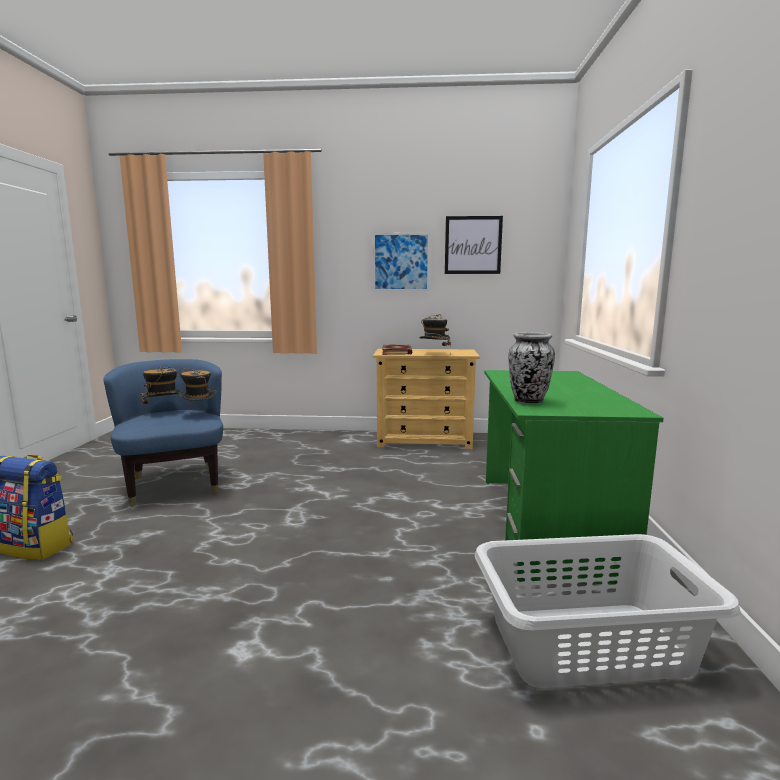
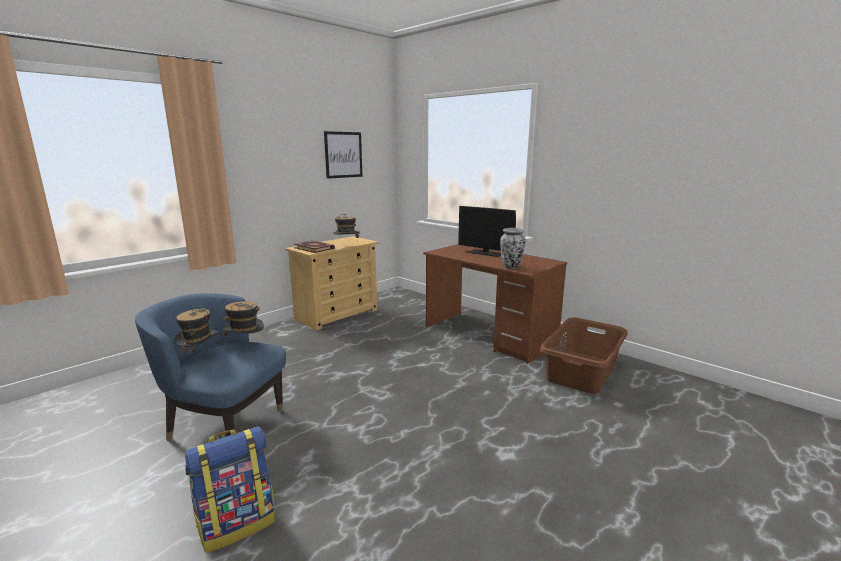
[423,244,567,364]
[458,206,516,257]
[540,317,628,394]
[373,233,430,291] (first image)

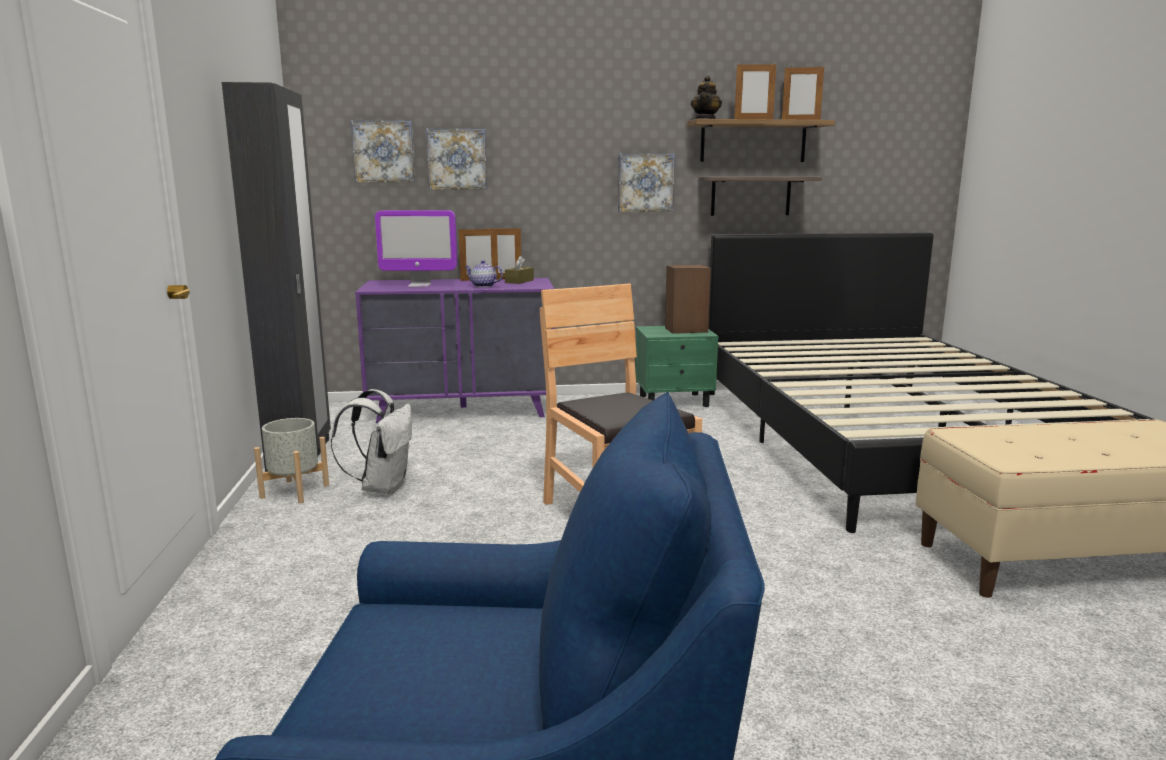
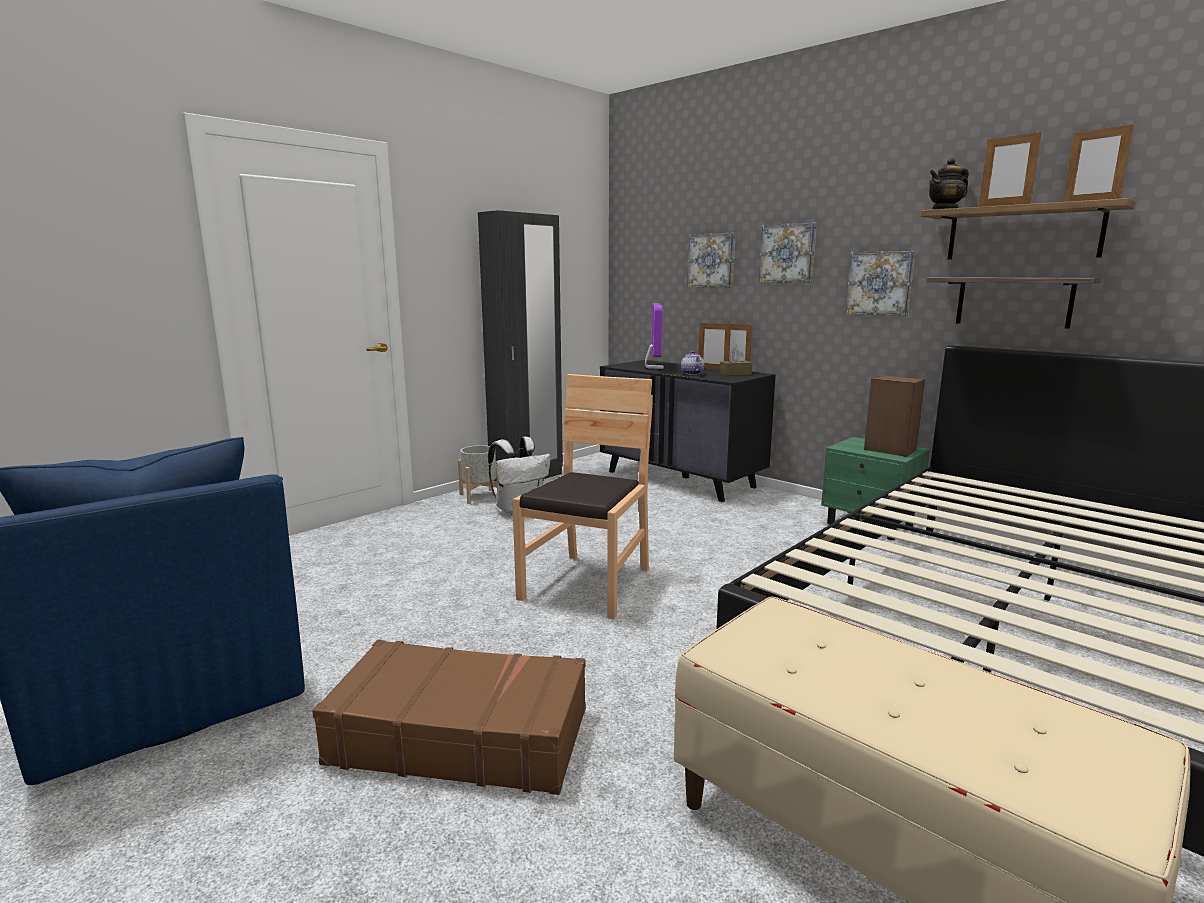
[312,640,586,795]
[600,360,776,502]
[645,303,664,369]
[759,222,817,283]

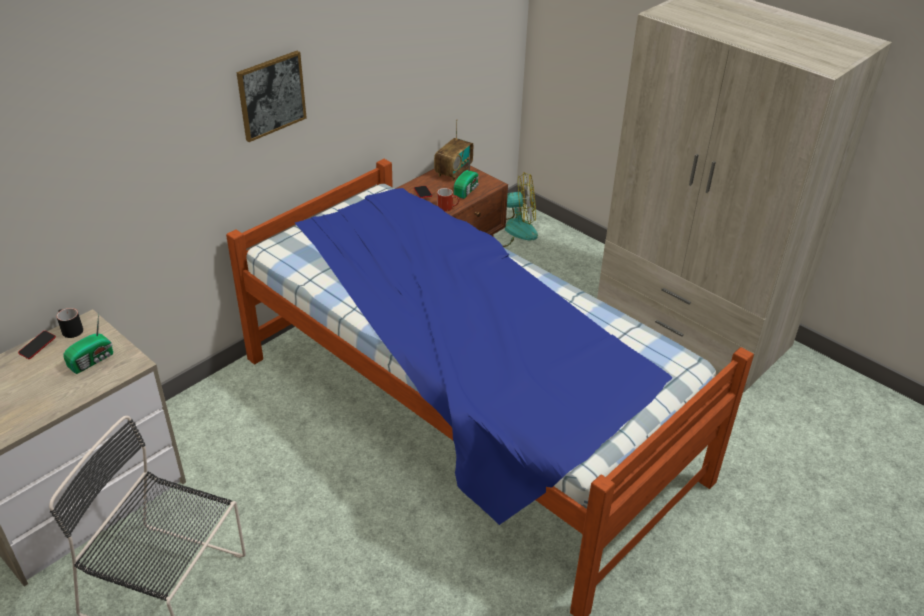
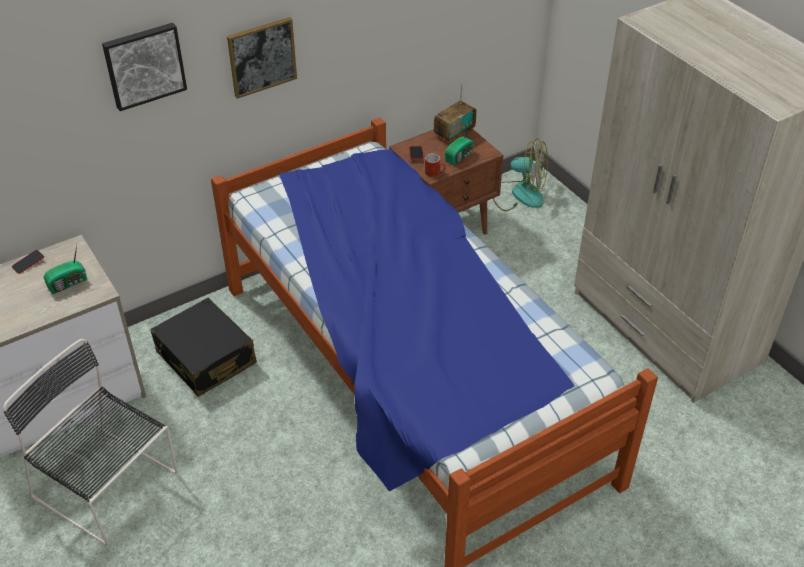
[102,23,187,111]
[150,298,257,397]
[57,308,83,338] (first image)

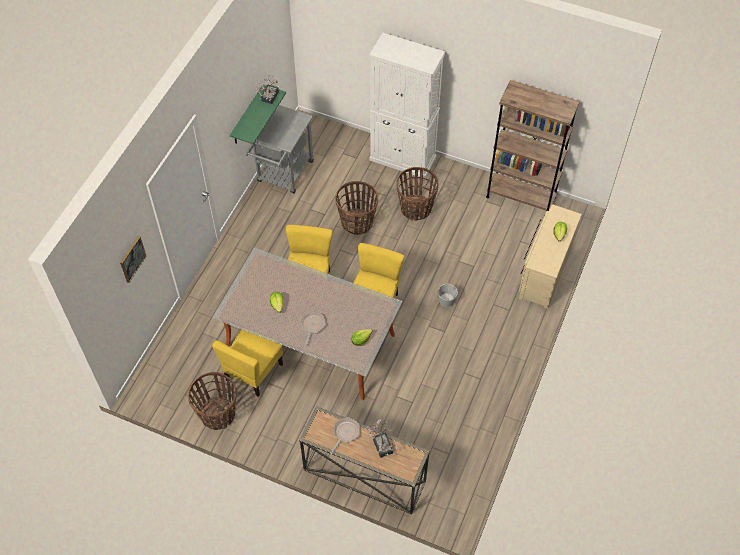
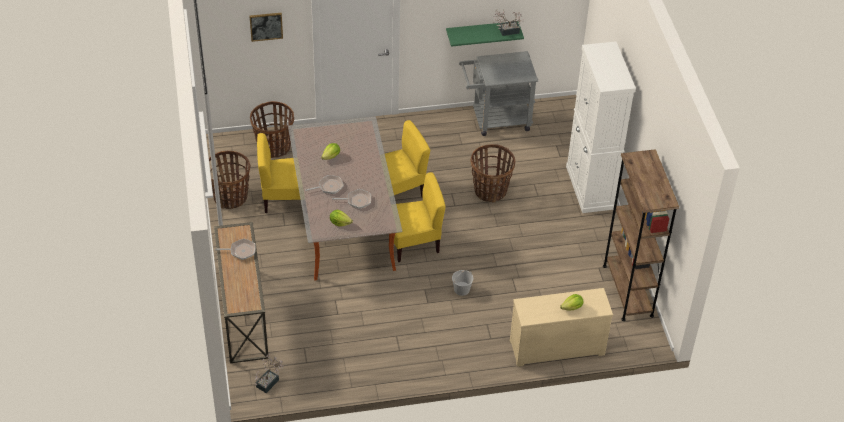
[250,101,294,158]
[255,354,284,393]
[332,189,371,209]

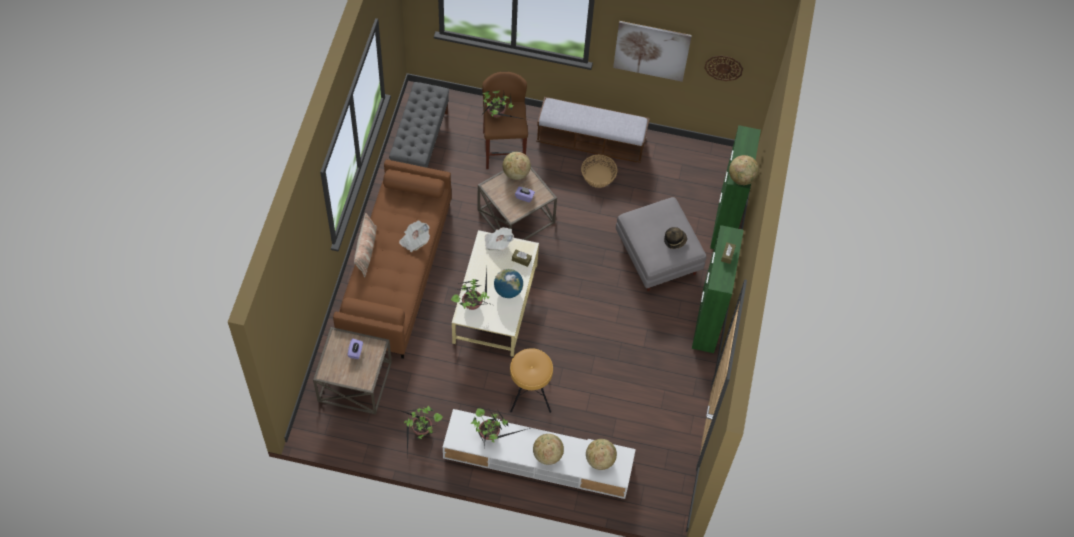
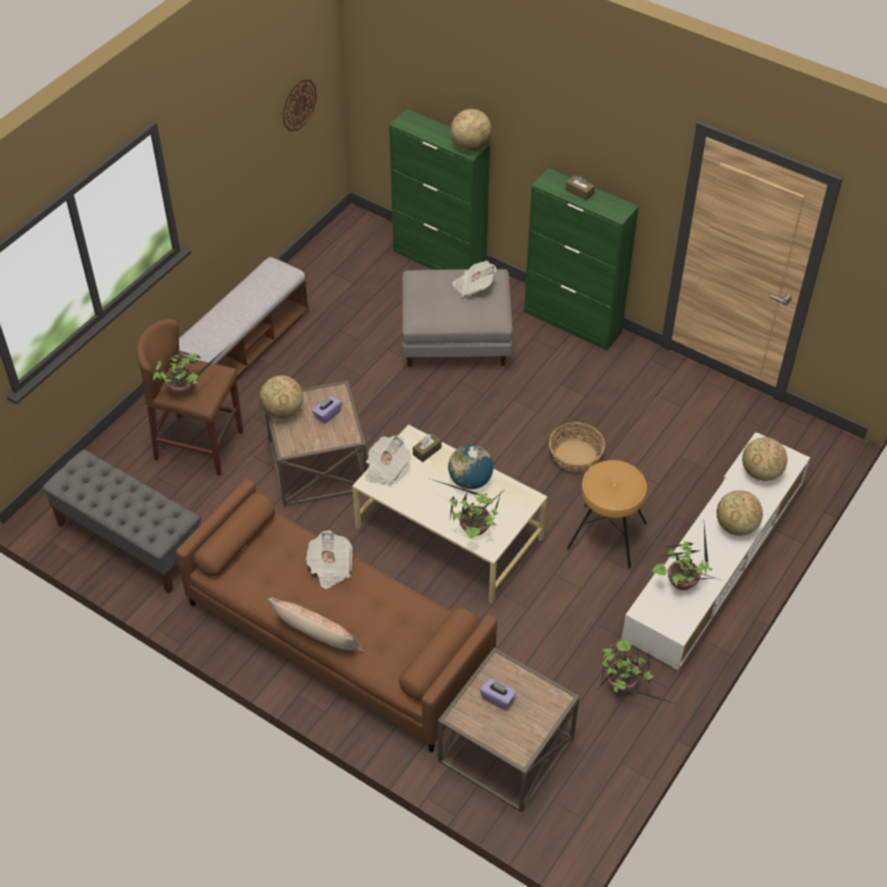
[452,261,497,297]
[549,422,605,472]
[613,21,692,82] (first image)

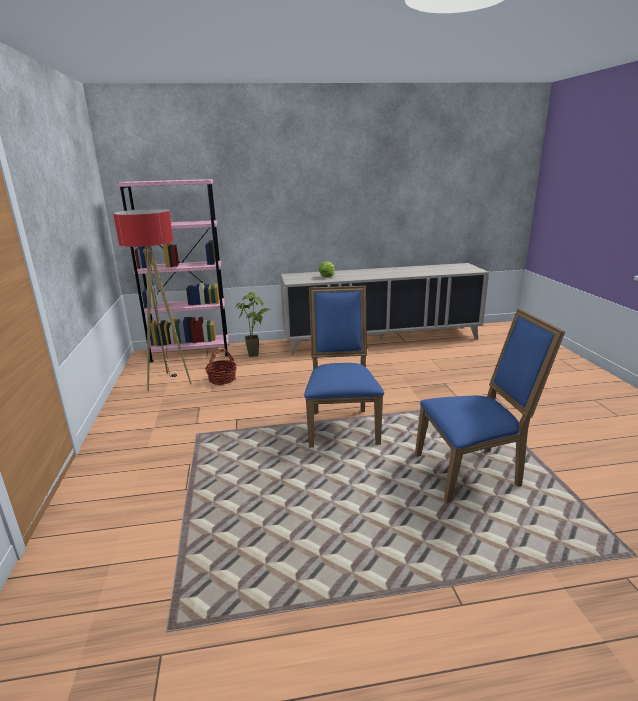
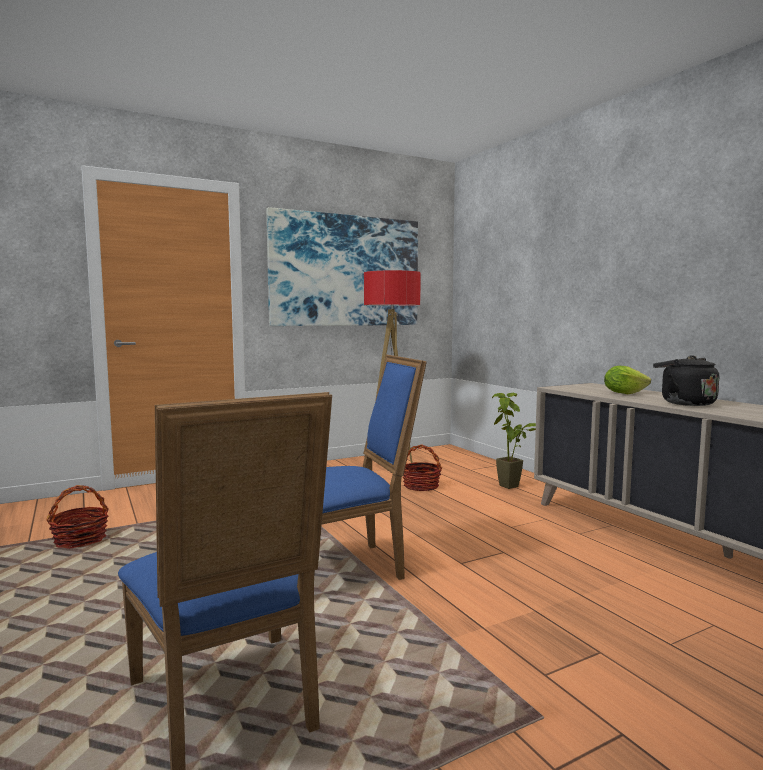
[46,485,109,549]
[266,207,418,326]
[653,355,719,406]
[117,179,229,362] (first image)

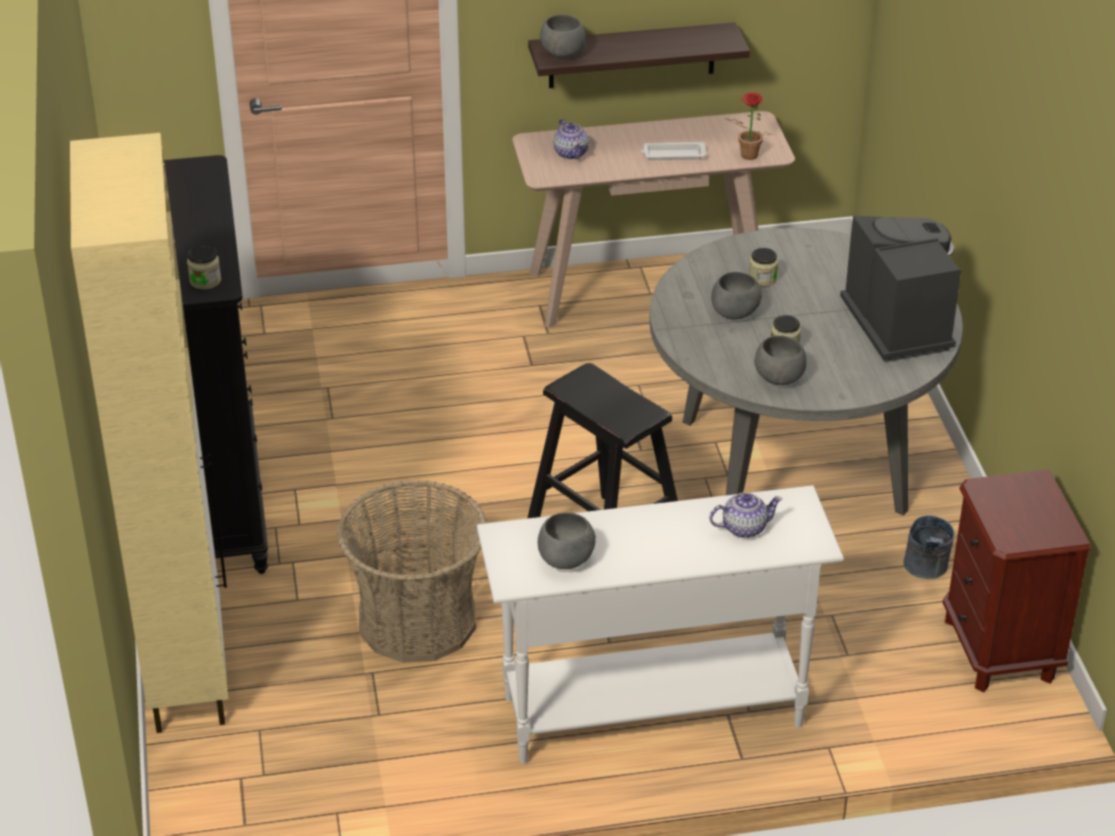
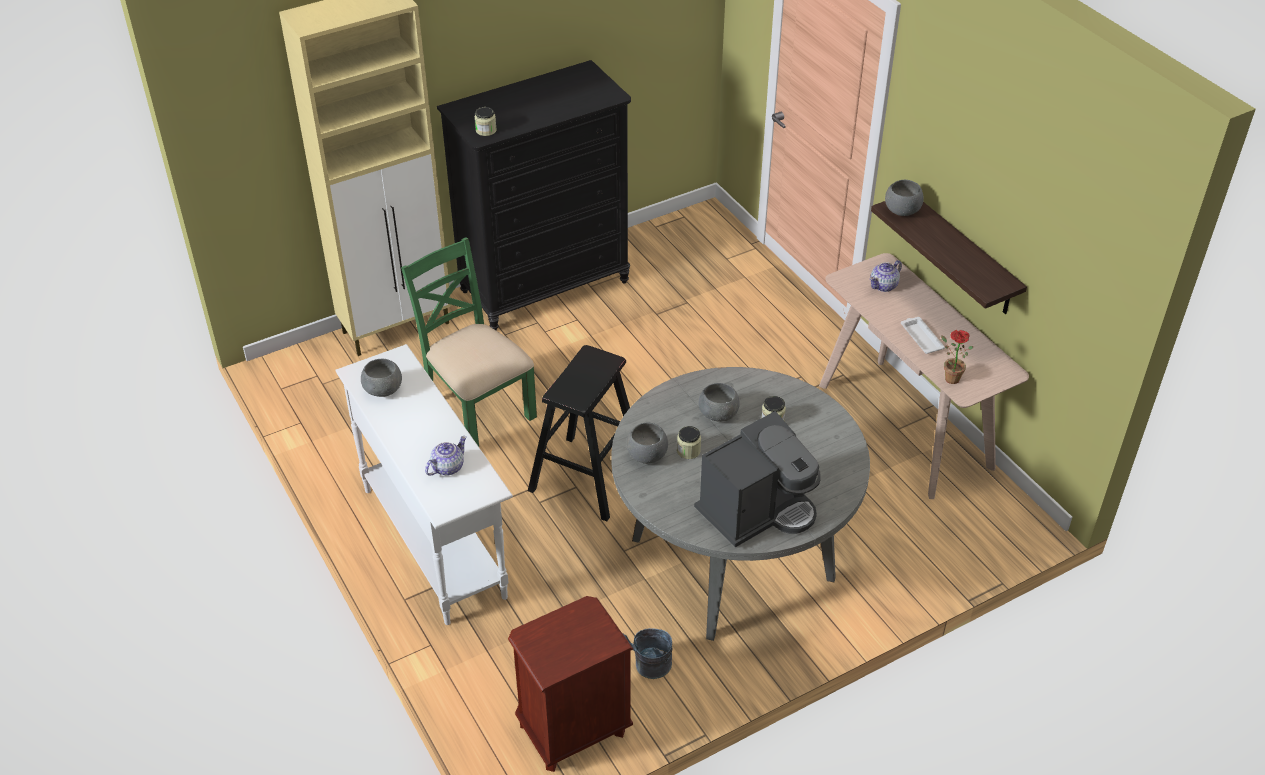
[401,237,537,447]
[425,436,467,476]

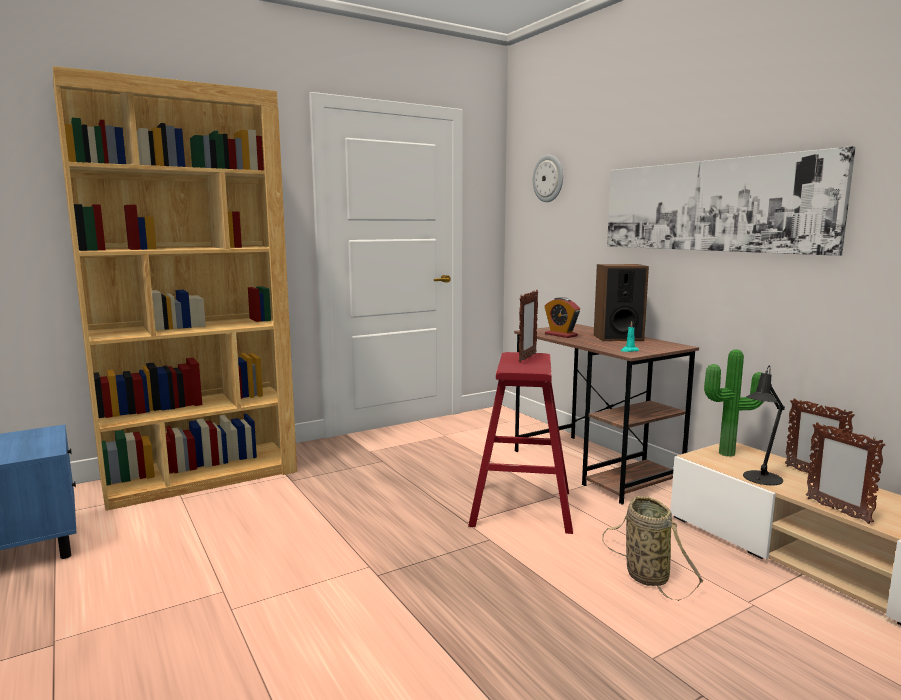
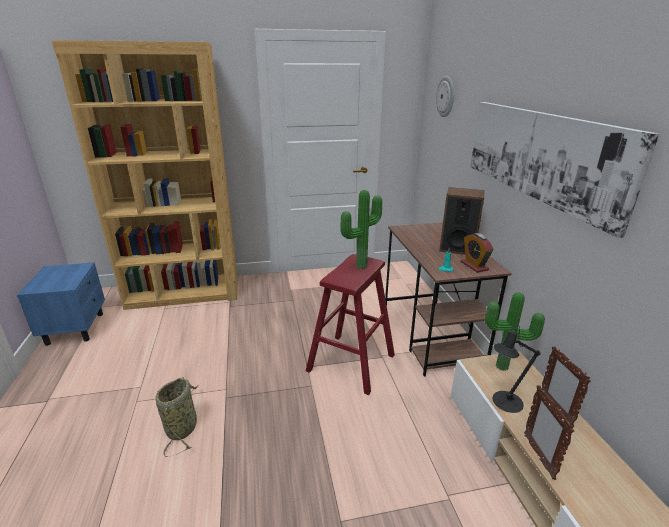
[156,377,199,457]
[340,190,382,269]
[461,233,493,273]

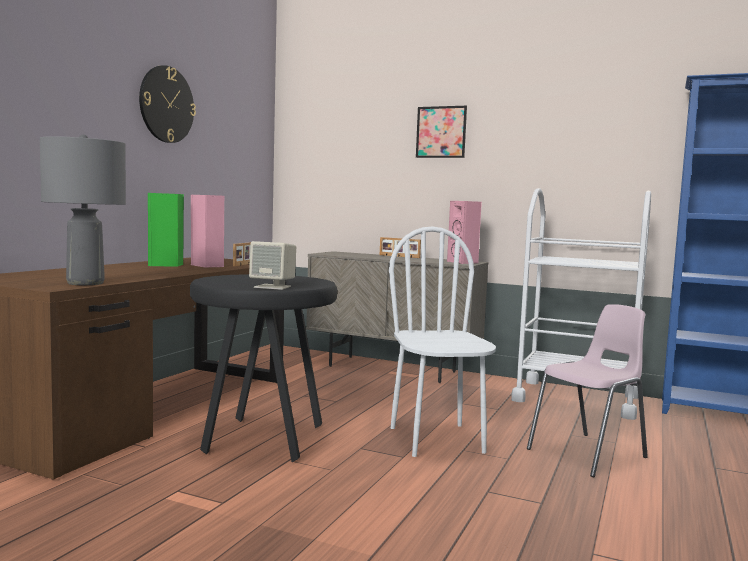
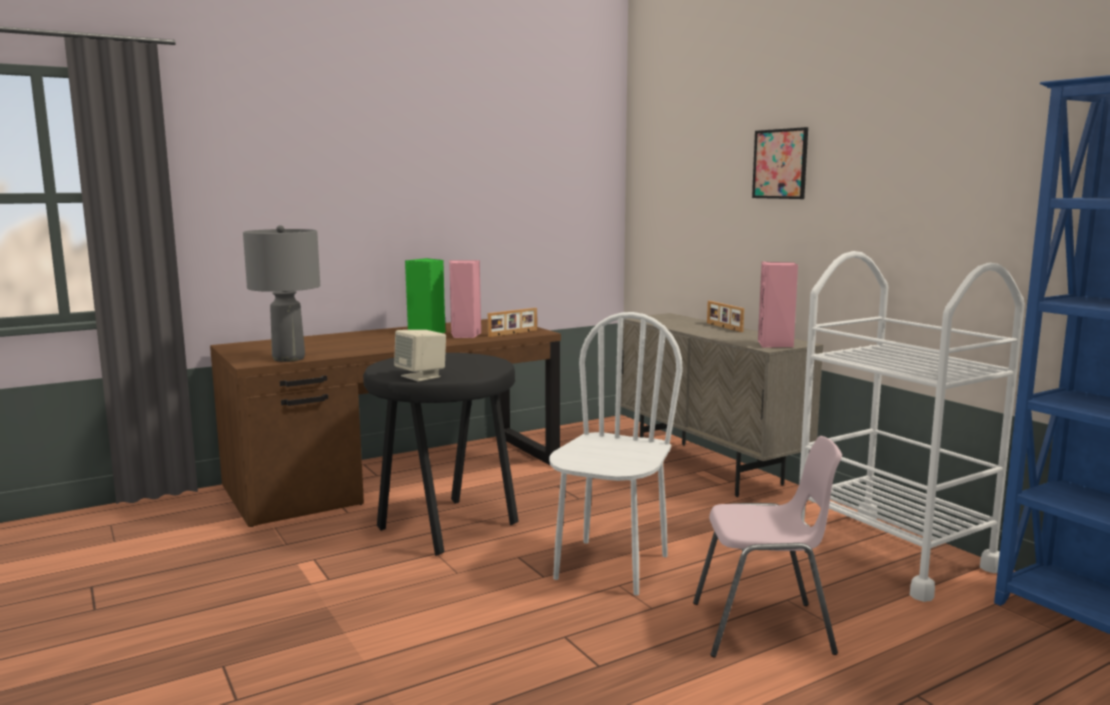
[139,65,196,143] (first image)

